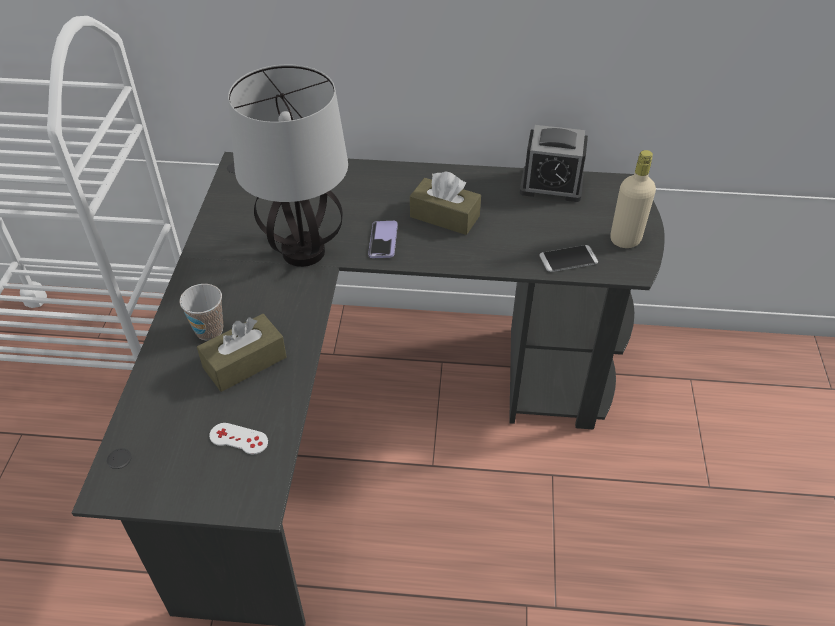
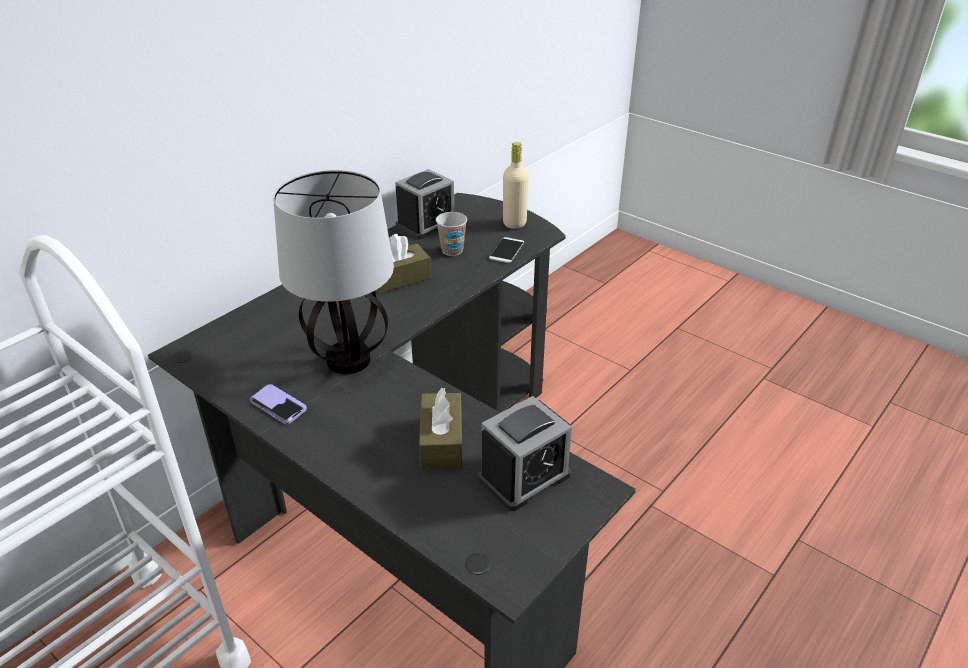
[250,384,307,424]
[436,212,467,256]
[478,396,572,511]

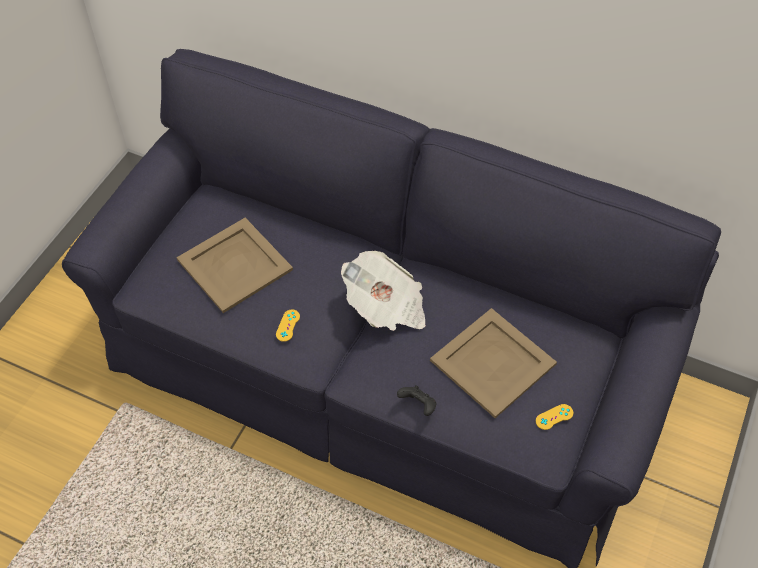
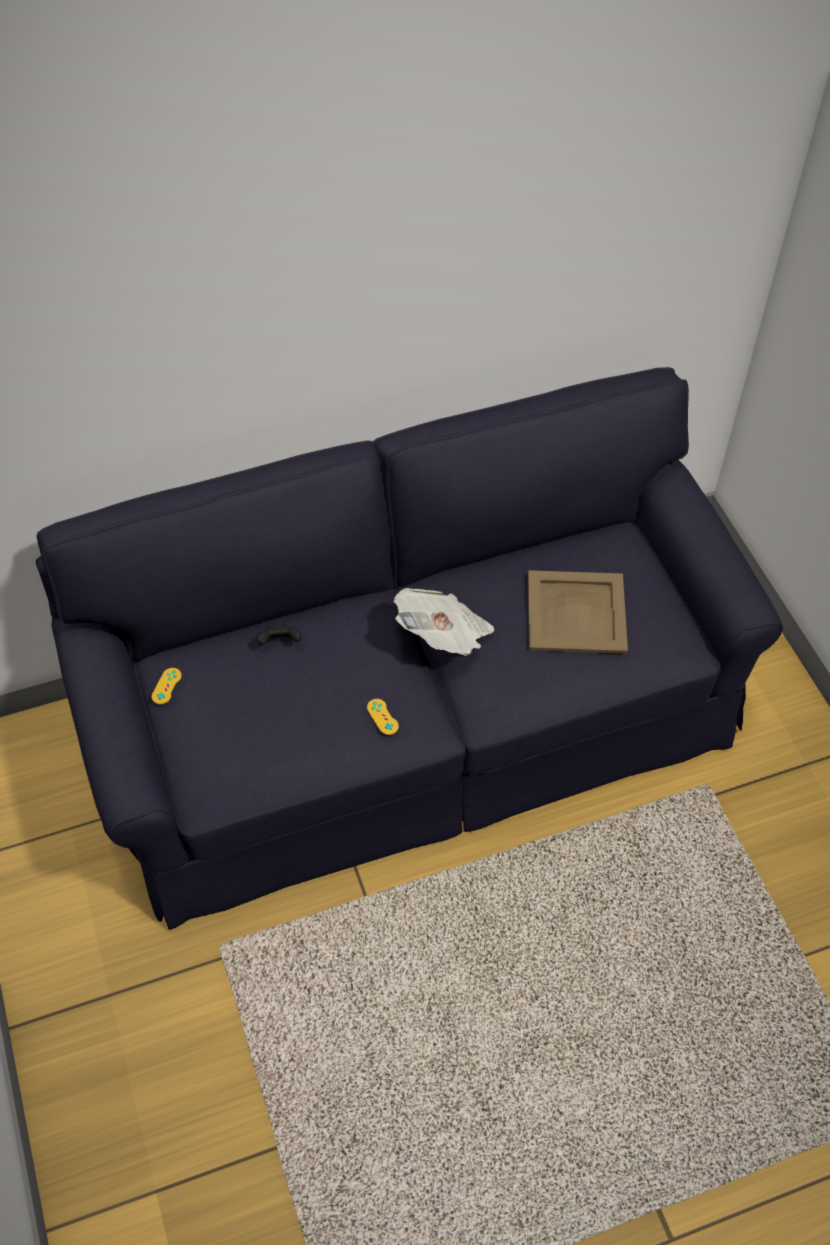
[151,668,182,704]
[257,625,302,645]
[176,218,293,313] (first image)

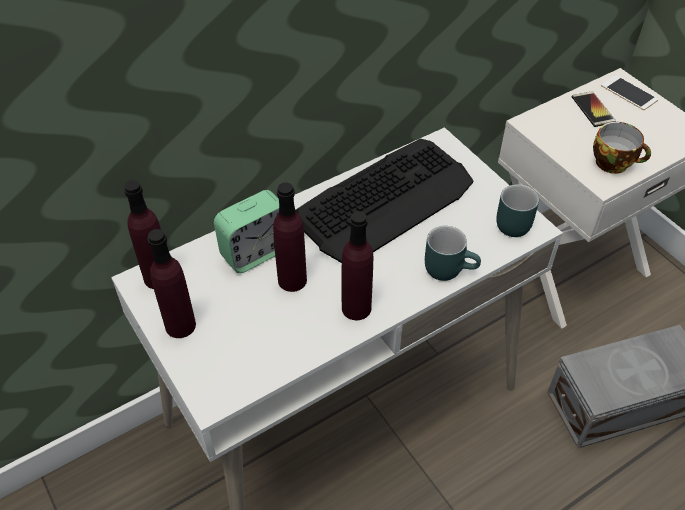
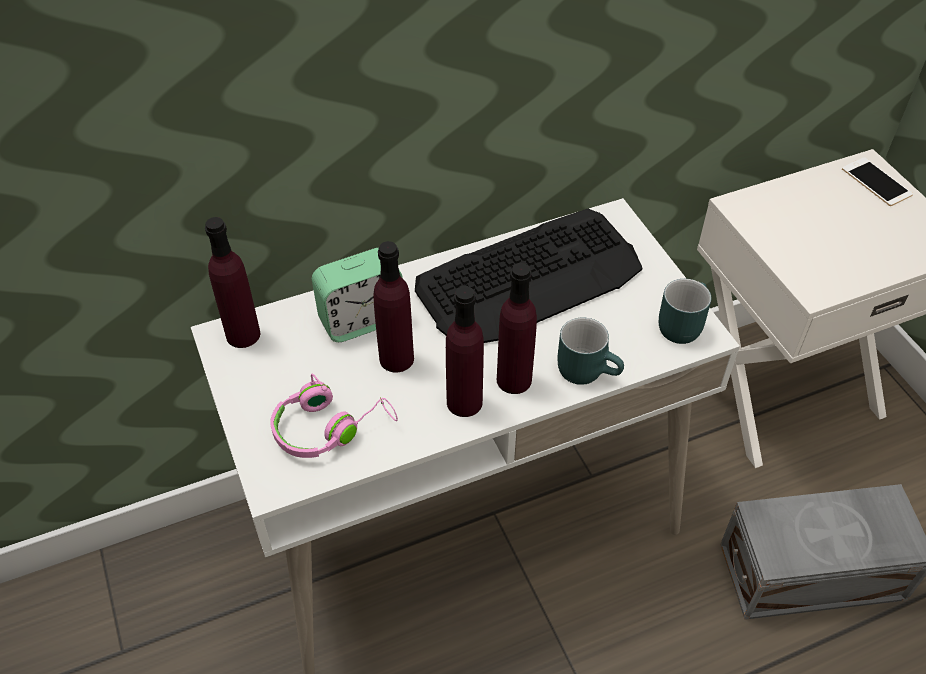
[270,374,398,458]
[497,263,537,394]
[572,91,616,127] (first image)
[593,122,651,174] (first image)

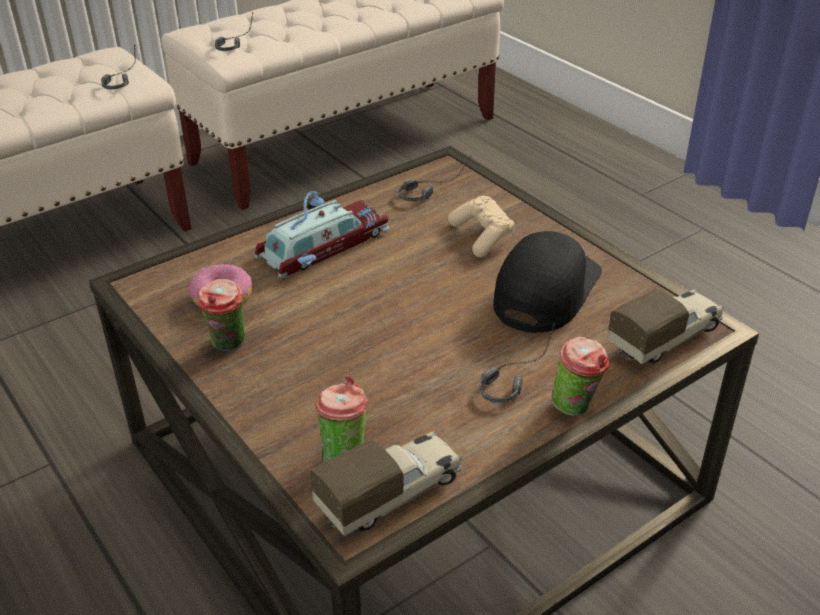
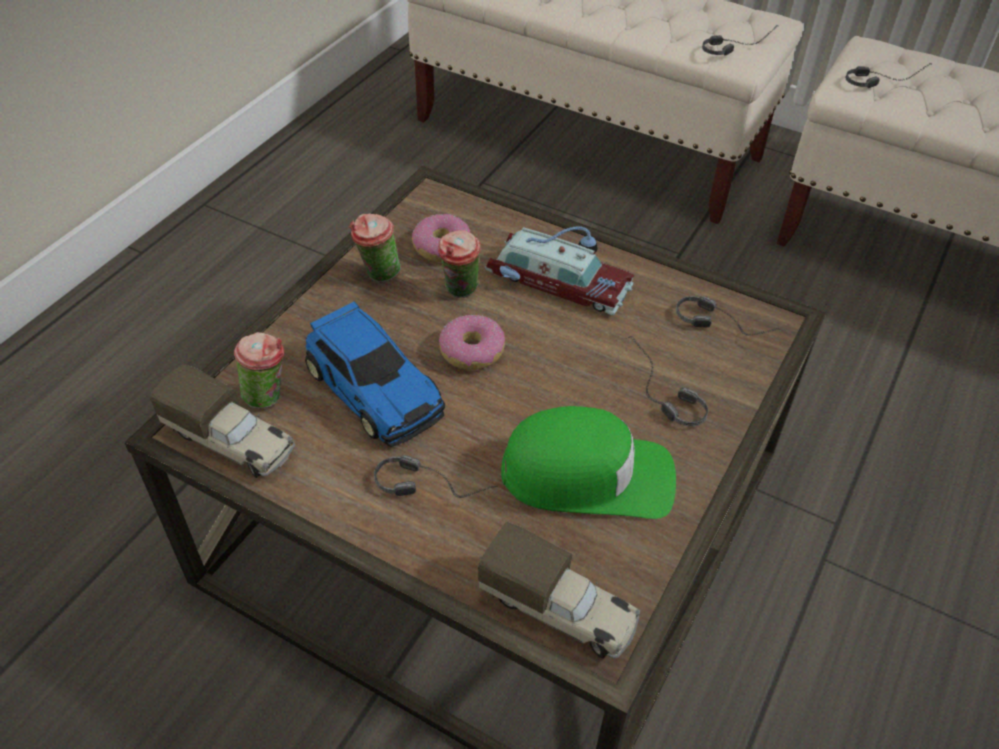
[305,301,445,447]
[438,230,481,298]
[439,315,505,370]
[501,406,676,519]
[626,336,708,426]

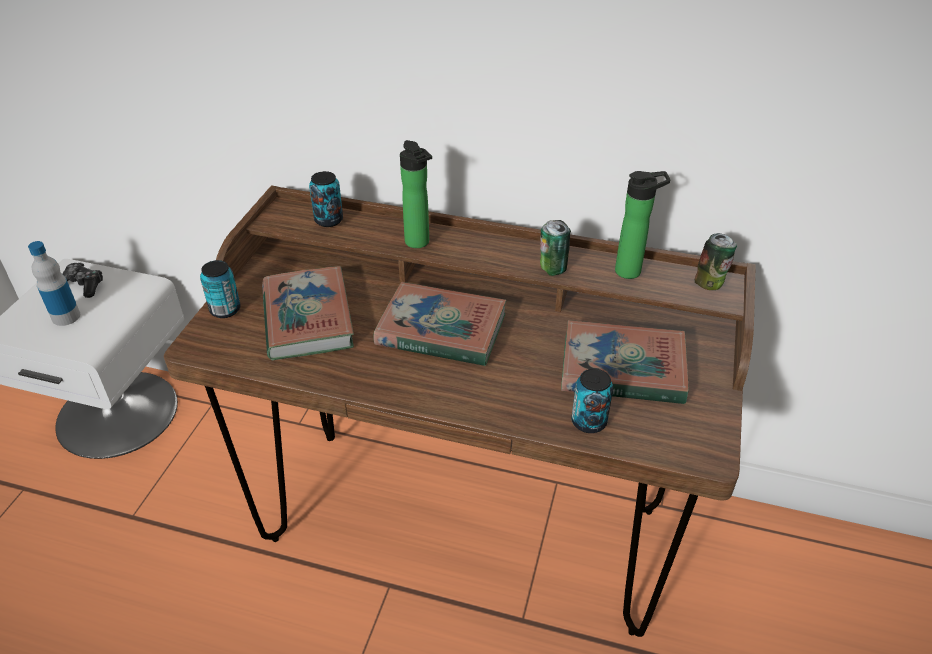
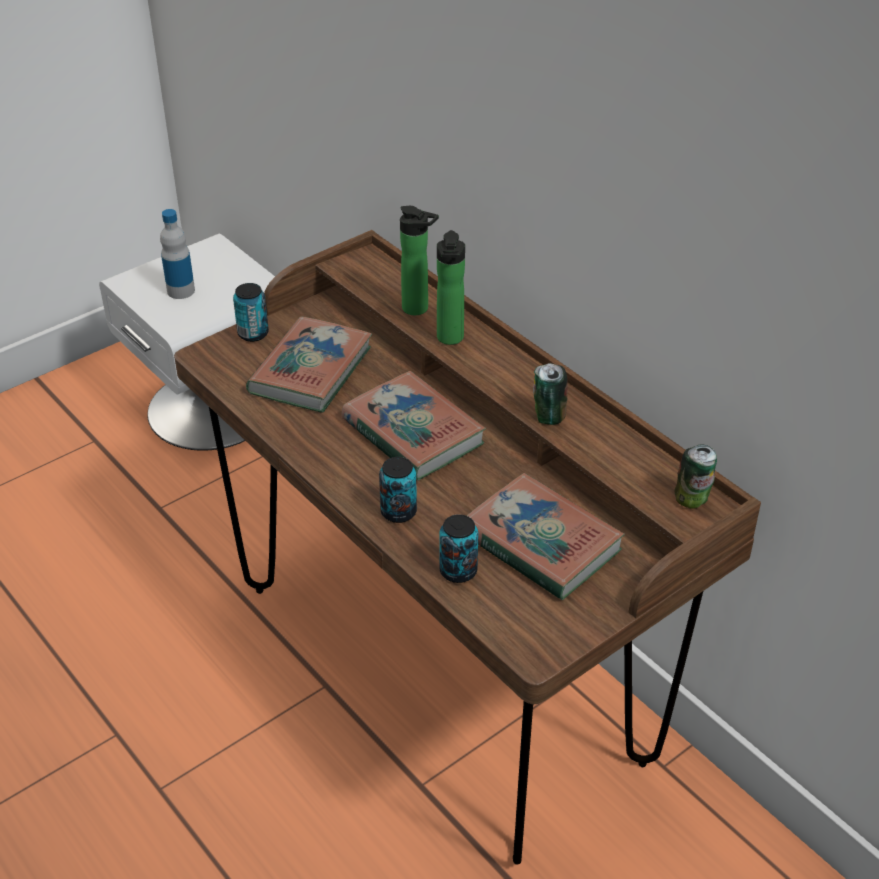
[379,457,417,523]
[400,206,439,315]
[62,263,103,298] (first image)

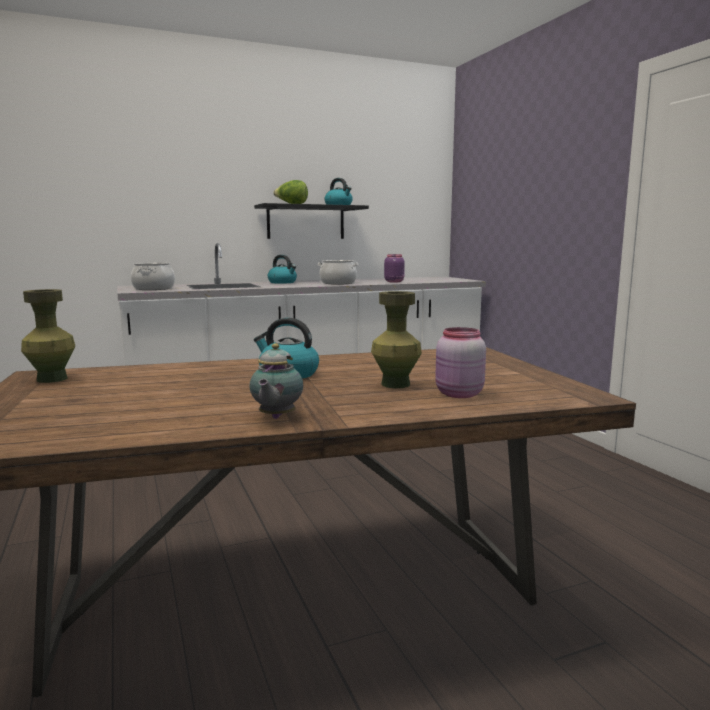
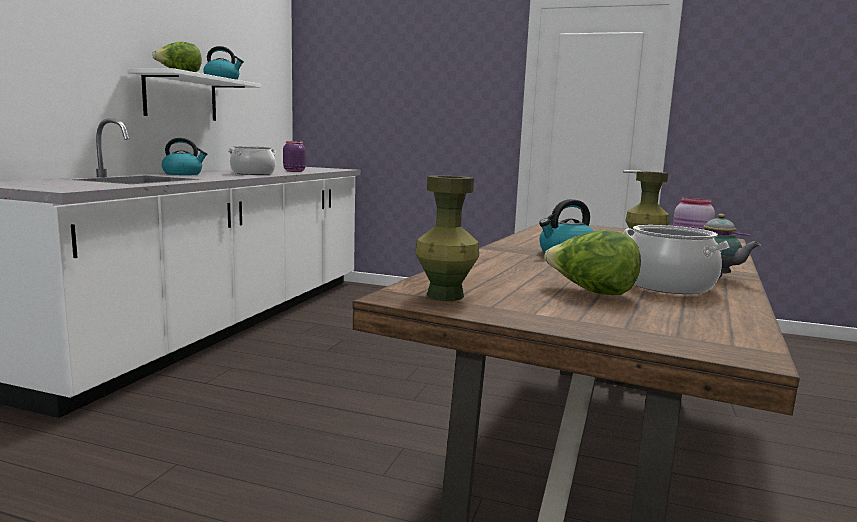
[128,68,261,121]
[544,230,641,295]
[623,225,730,294]

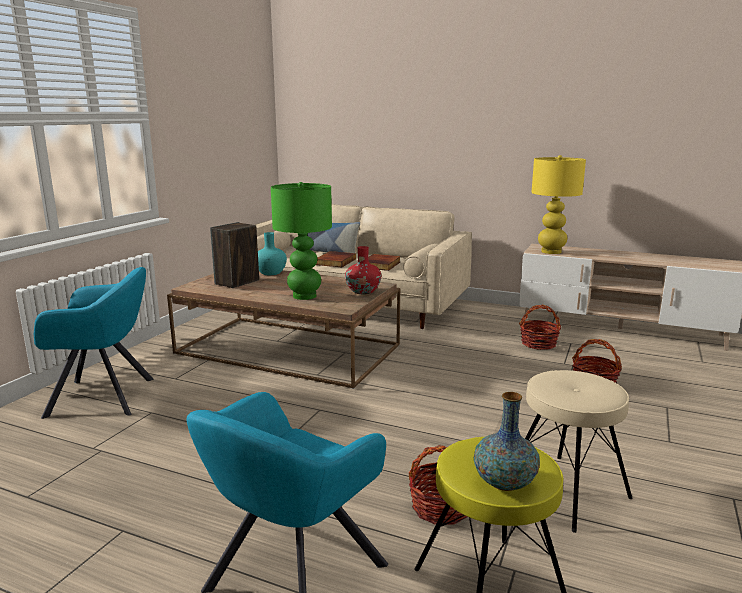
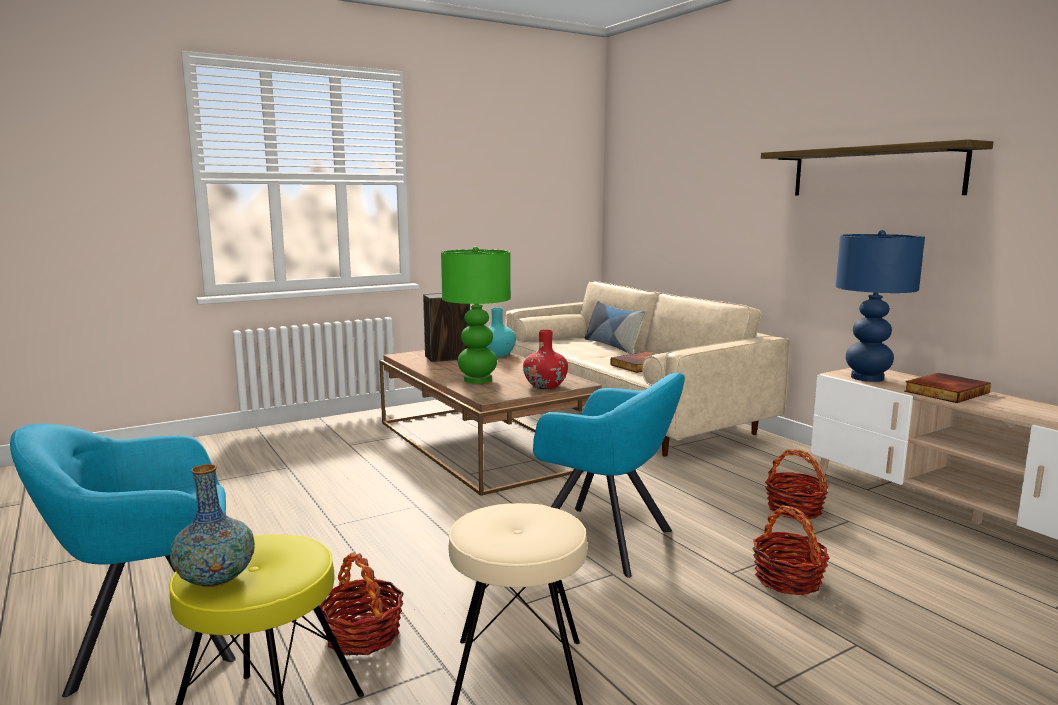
[533,373,685,578]
[761,139,993,195]
[836,230,925,382]
[904,373,991,403]

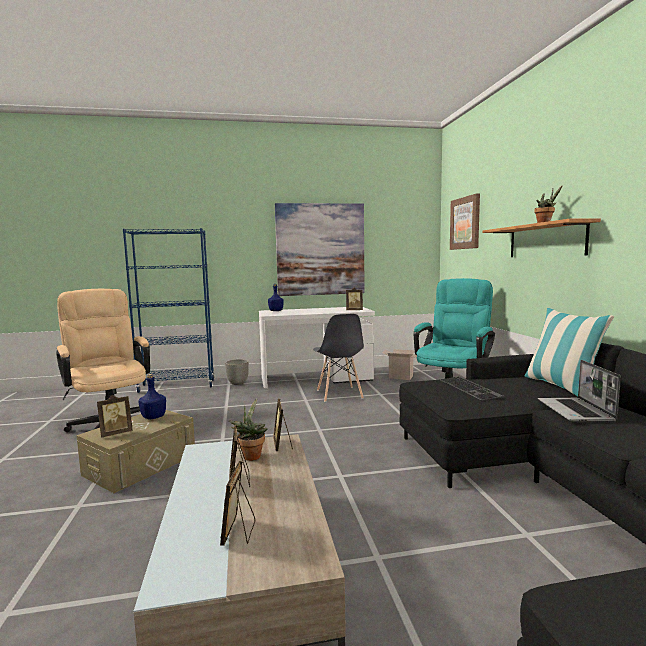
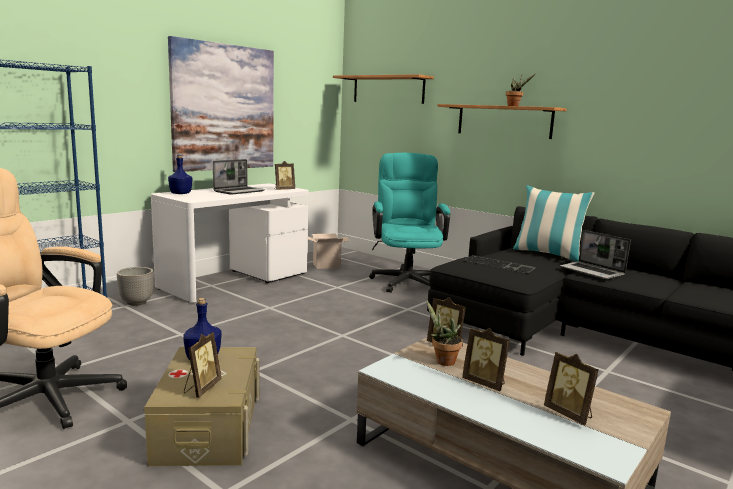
[213,159,265,195]
[333,74,434,104]
[313,314,364,402] (first image)

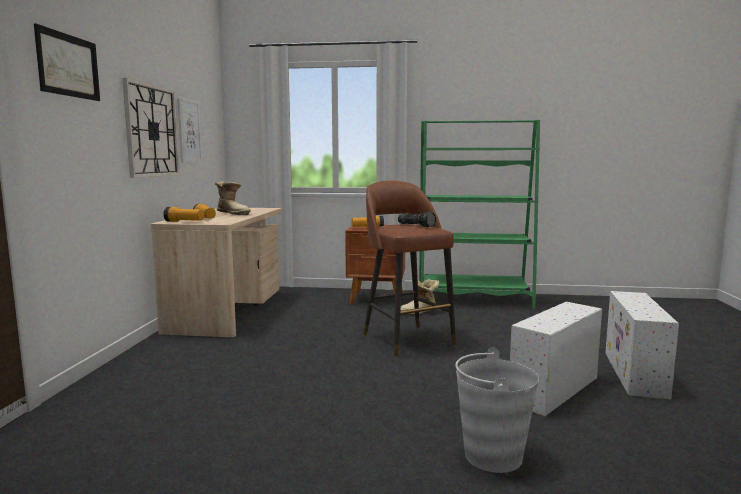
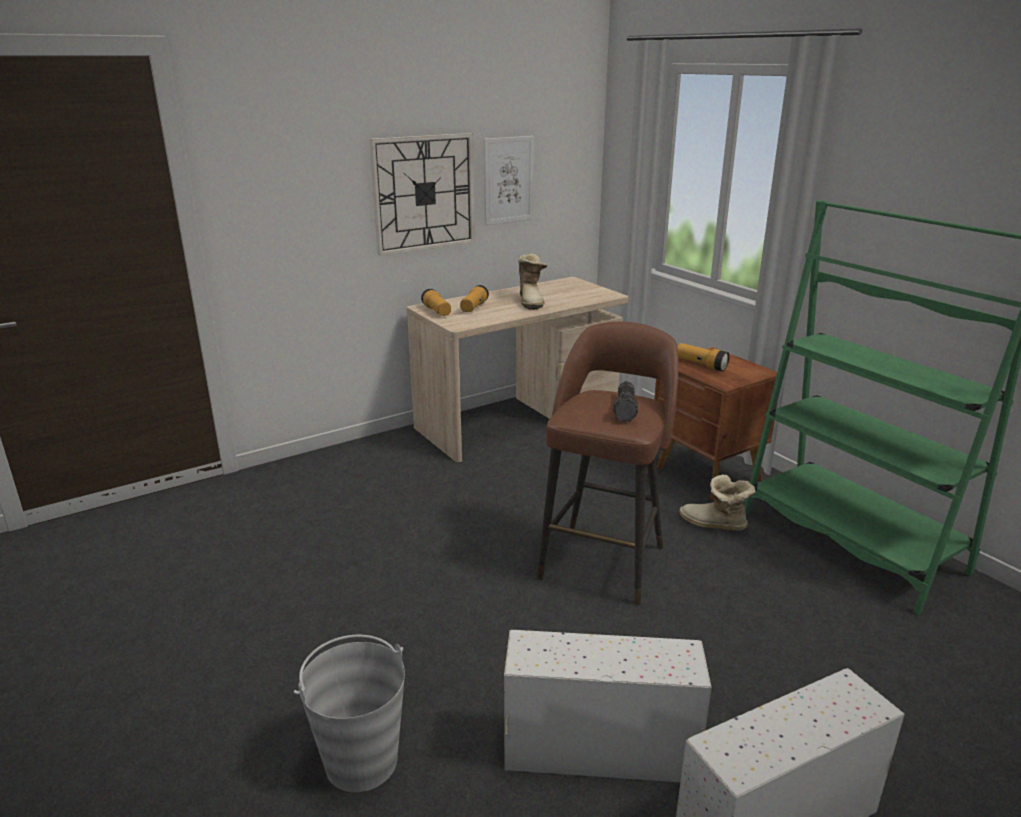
[34,23,100,101] (first image)

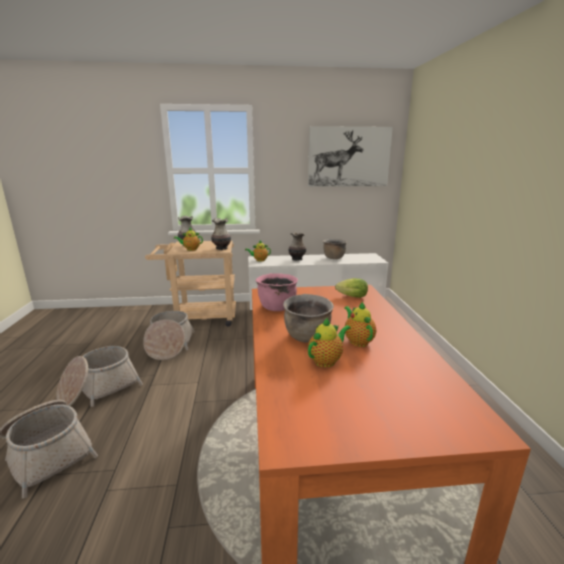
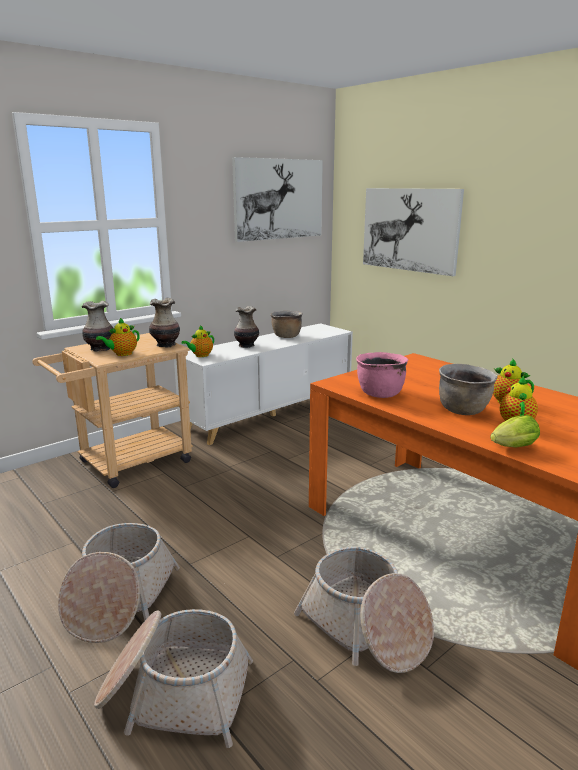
[294,547,434,673]
[363,188,464,276]
[490,415,540,447]

